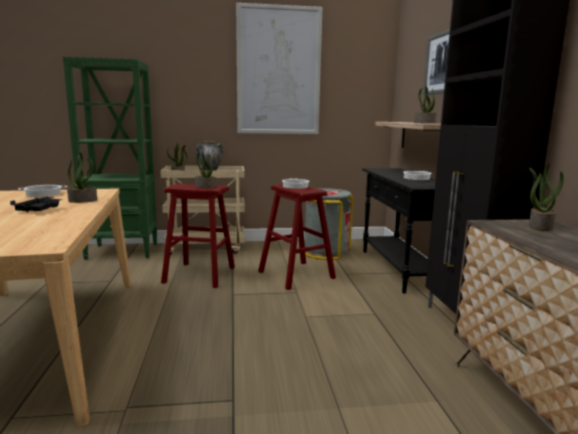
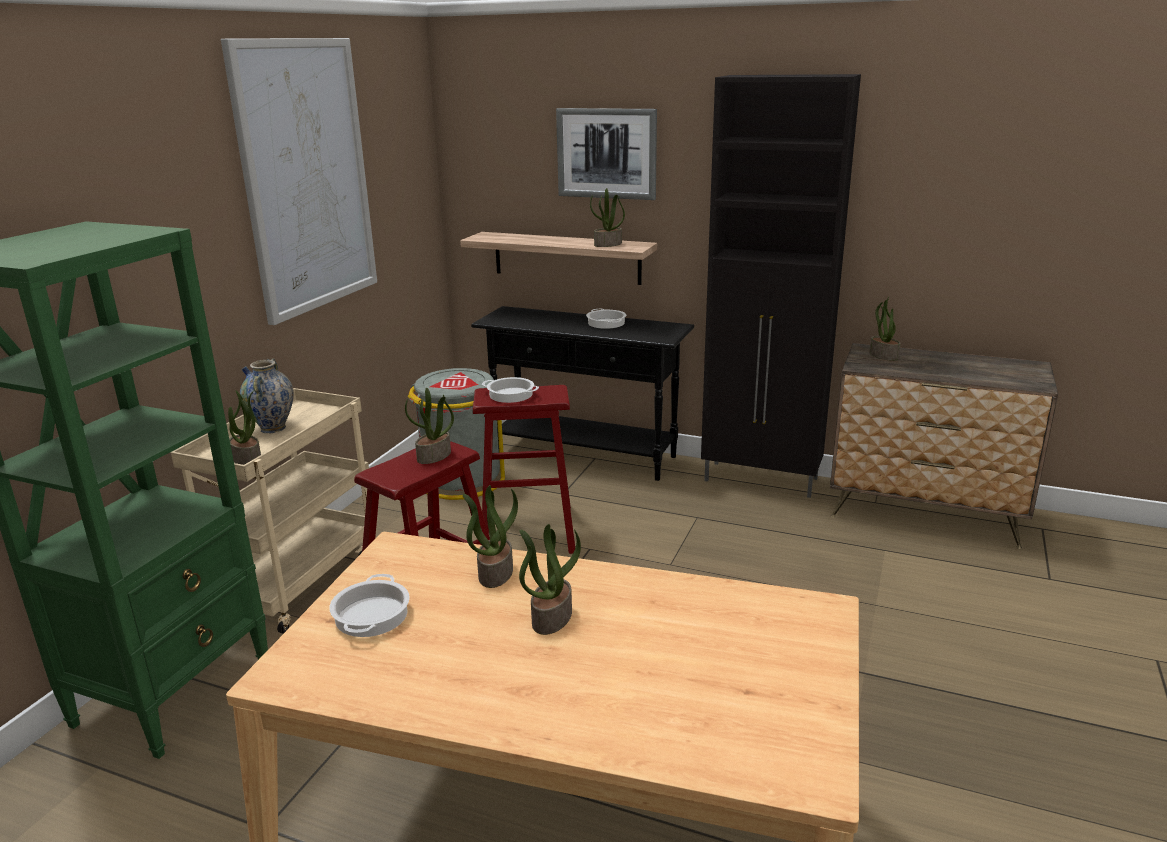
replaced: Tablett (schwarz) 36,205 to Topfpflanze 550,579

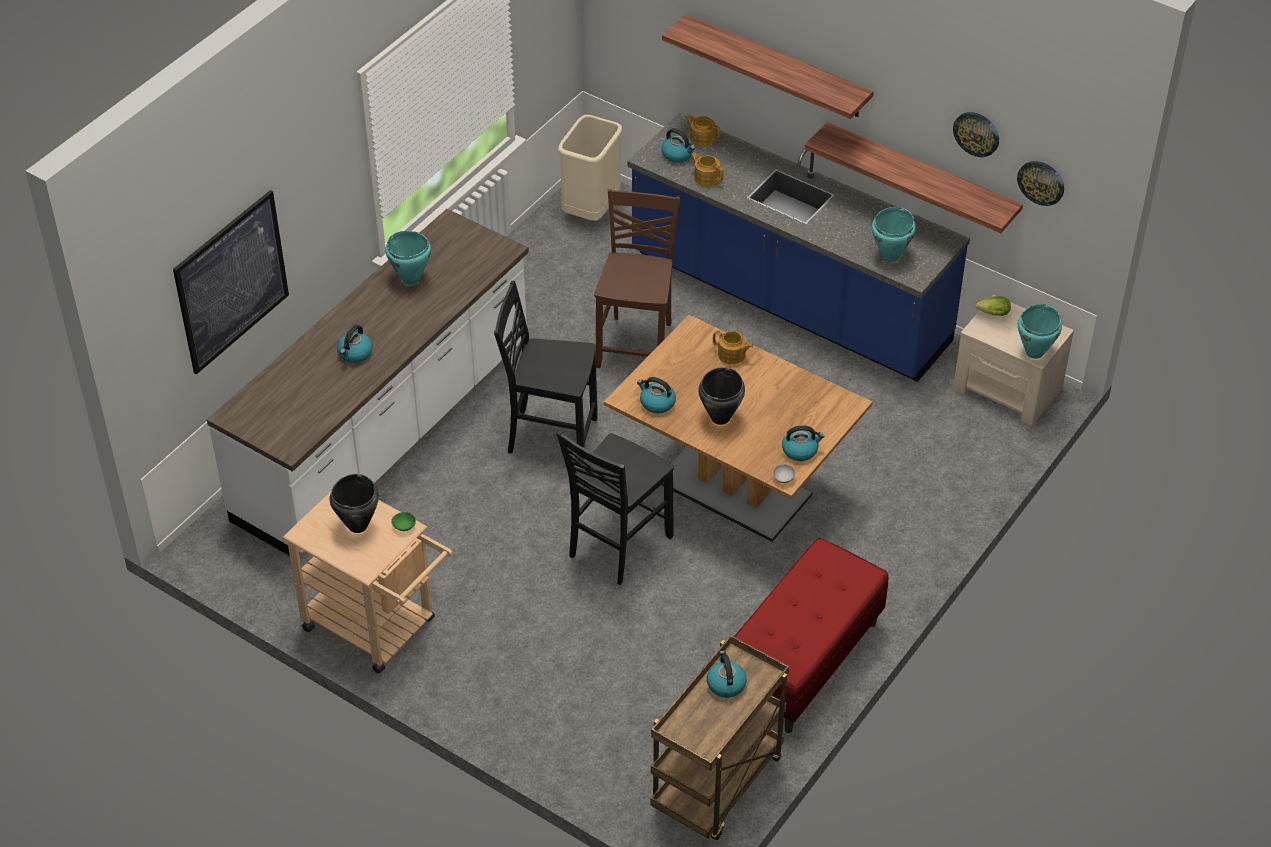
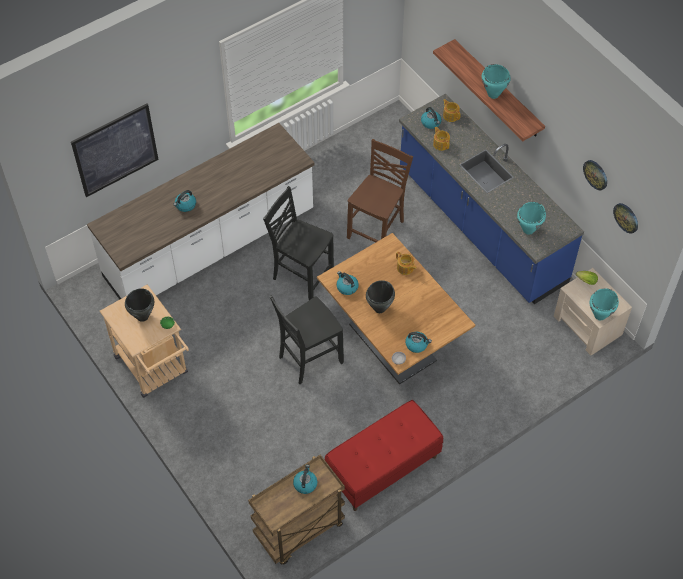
removed: Mülleimer (beige) 590,168; Wandregal 914,177
moved: Kochtopf (türkis) 408,258 to 496,81

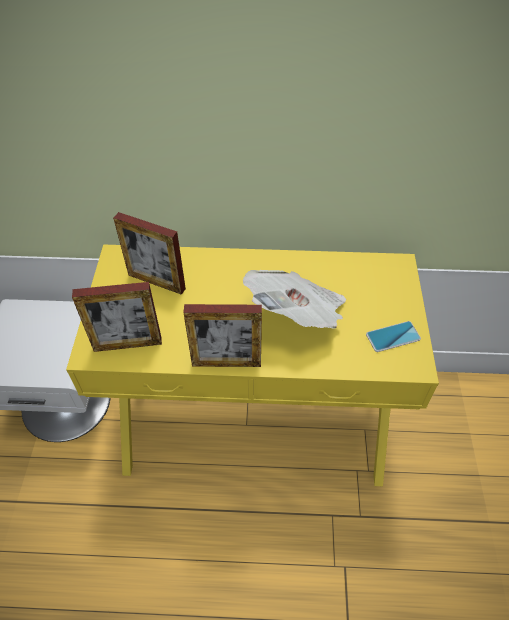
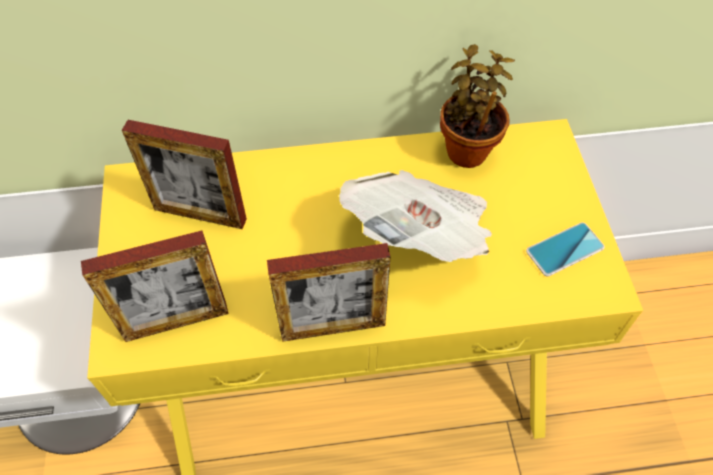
added: Topfpflanze 477,106

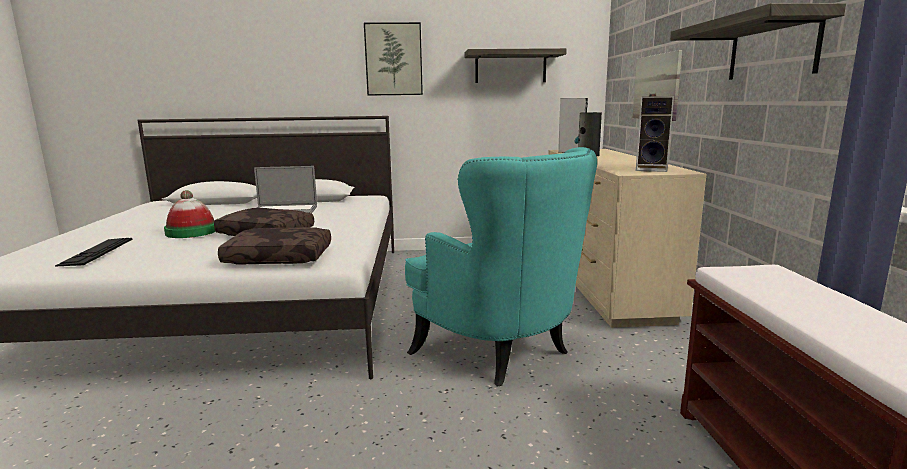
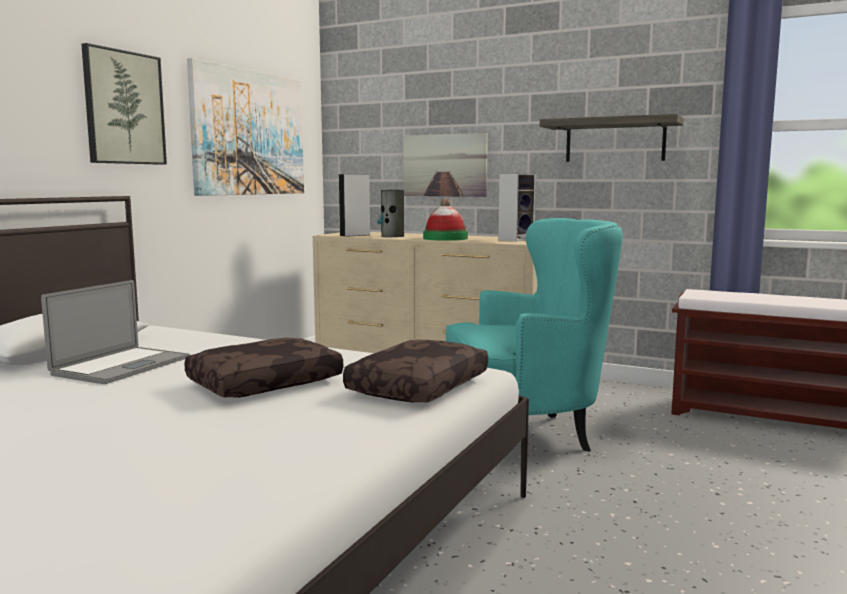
removed: Tastatur 94,252
moved: Hut 190,214 to 445,219
replaced: Wandregal 515,65 to Bild 245,127

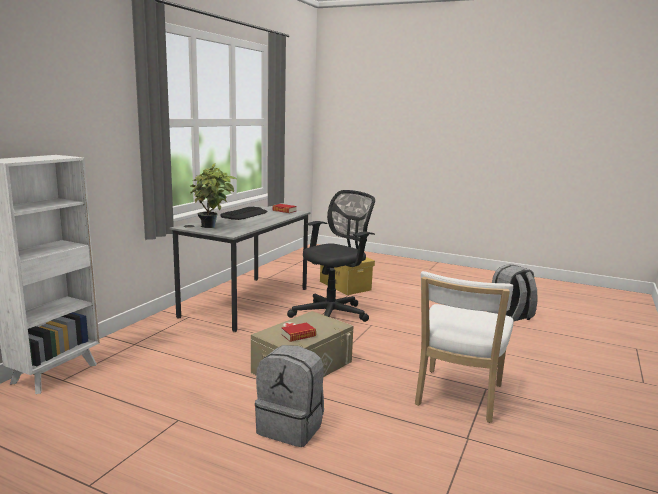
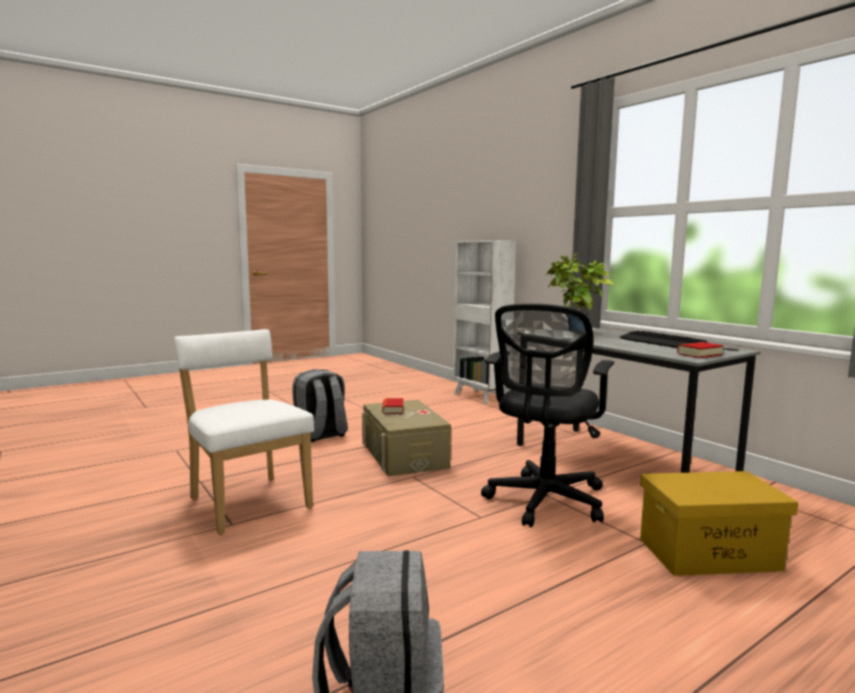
turned: Bürostuhl (schwarz) 331,256 = 547,415 45 degrees clockwise

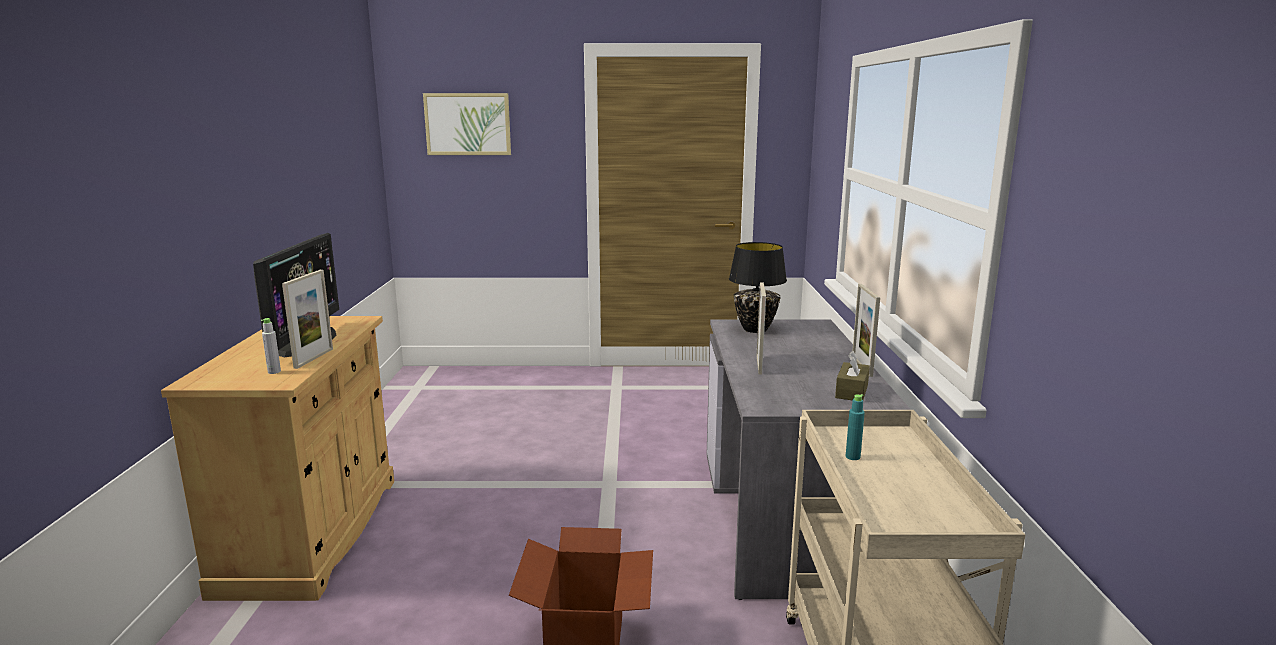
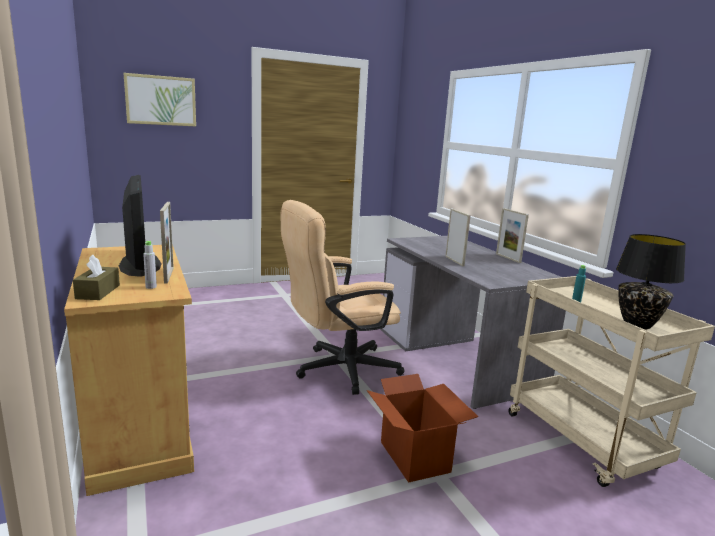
added: Bürostuhl (beige) 343,297
moved: Taschentuchbox (braun) 852,375 to 96,277; Tischlampe (schwarz) 758,287 to 651,281

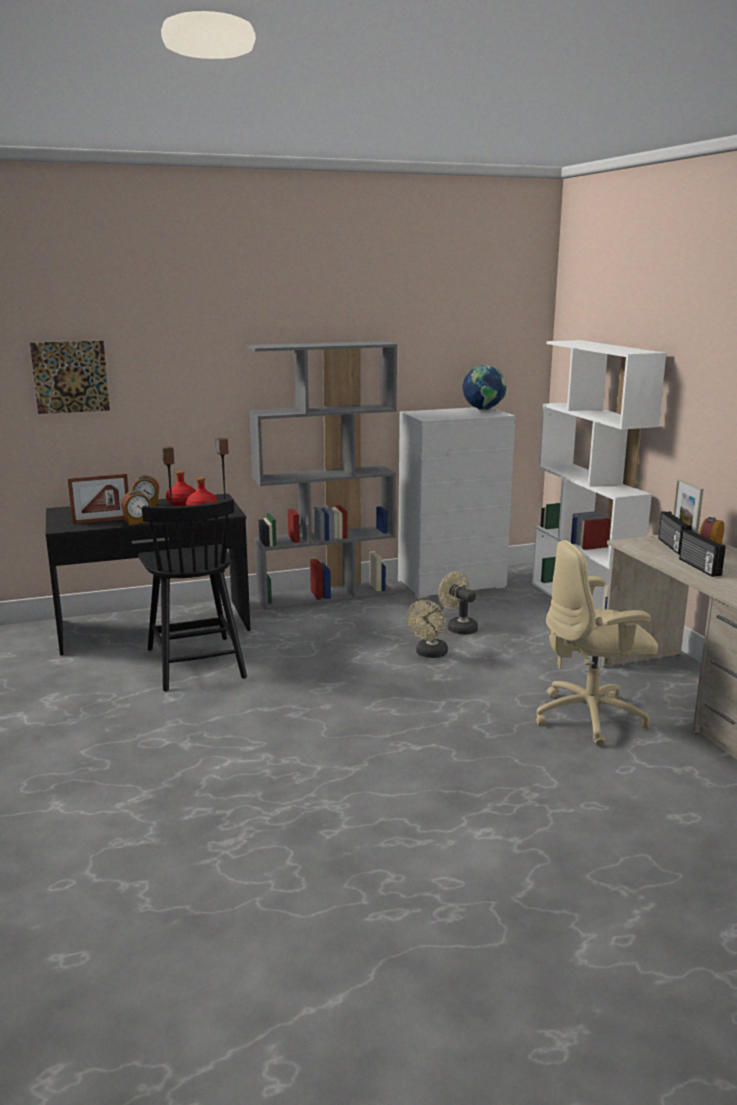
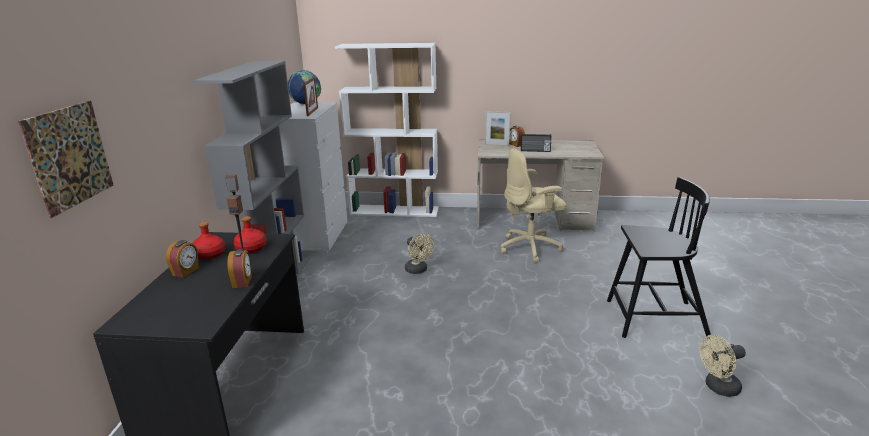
removed: Radio 675,533
moved: Bilderrahmen 98,498 to 310,96; Stuhl (schwarz) 192,594 to 659,258; Ventilator (beige) 458,603 to 723,366
turned: Bürostuhl (beige) 597,643 = 534,205 60 degrees clockwise

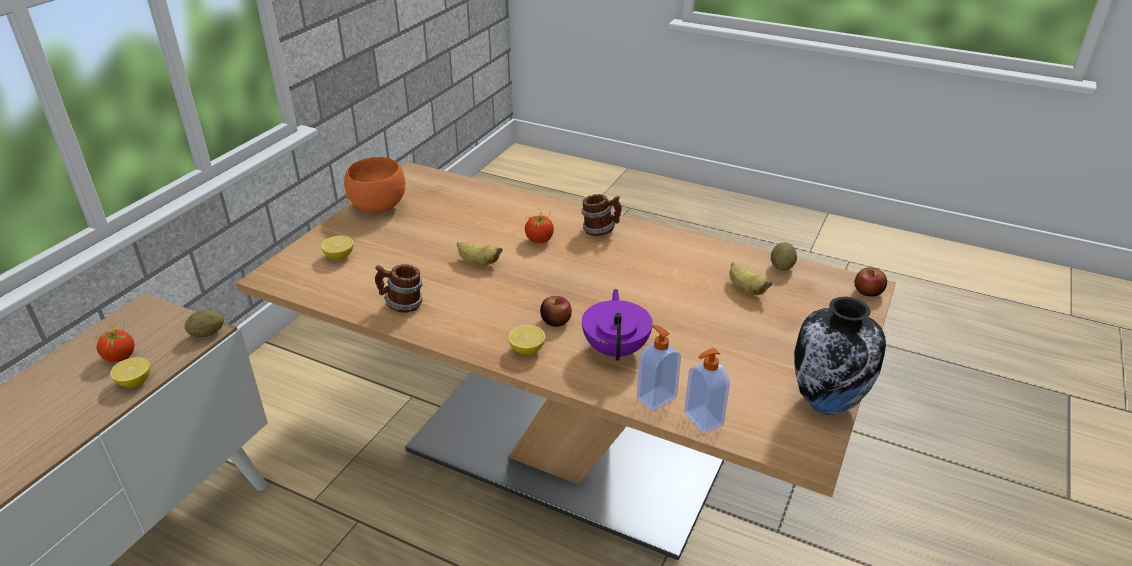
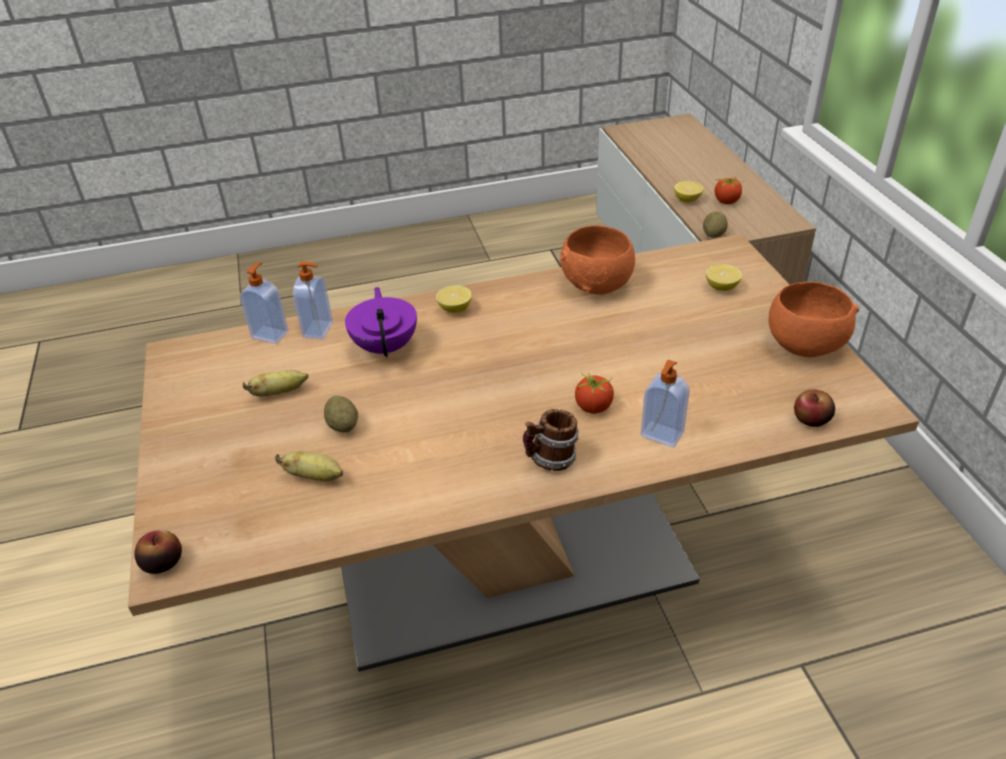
removed: Vase 840,356
added: Seifenspender 665,404
moved: Banane 479,253 to 275,383; Kartoffel 784,256 to 341,414; Apfel 556,311 to 814,408
replaced: Henkelbecher 399,288 to Schüssel (orange) 597,260
turned: Teekanne (lila) 617,325 = 381,322 150 degrees counterclockwise

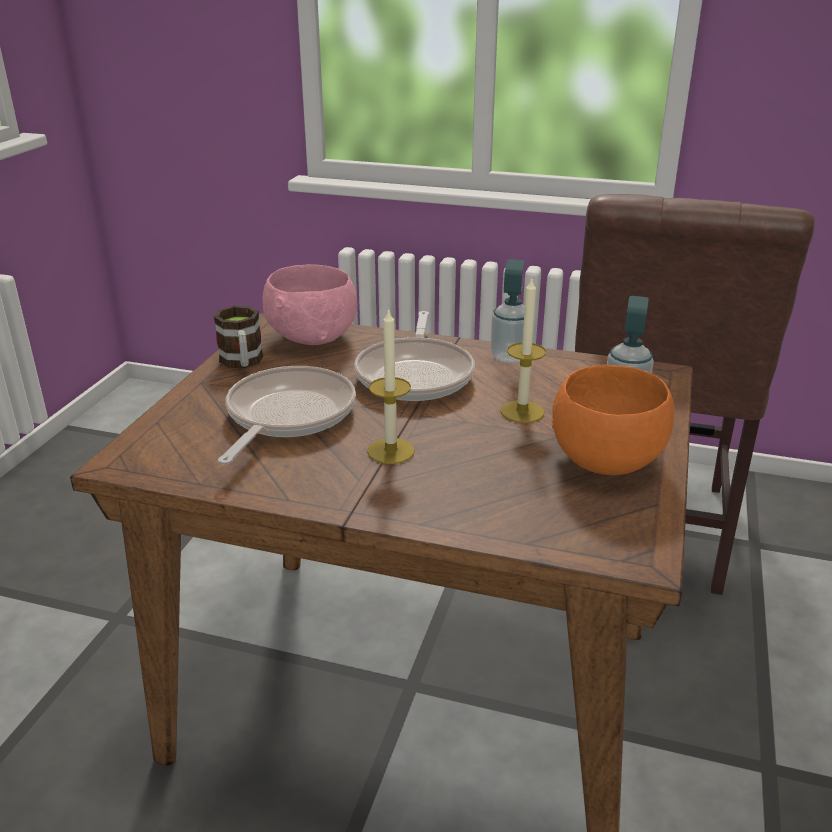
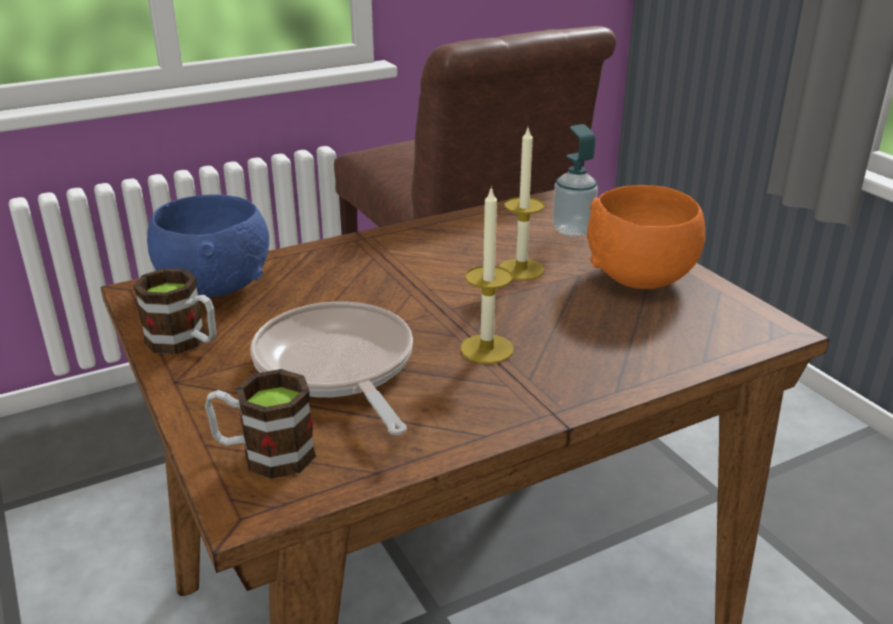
removed: Pfanne 414,356; Seifenspender 508,311
added: Henkelbecher 260,424
recoloured: Schüssel (rosa) 309,304 to Schüssel (blau) 208,245

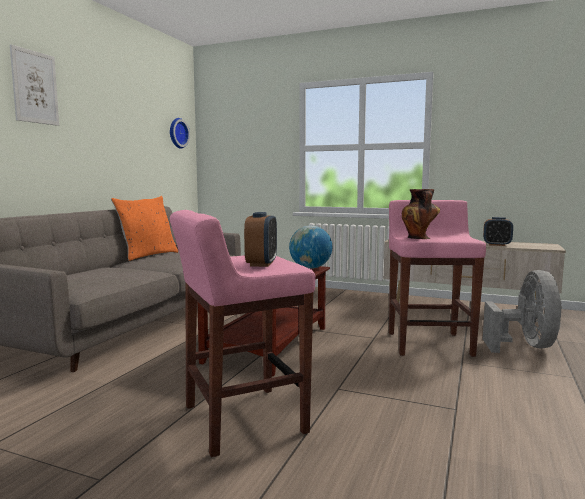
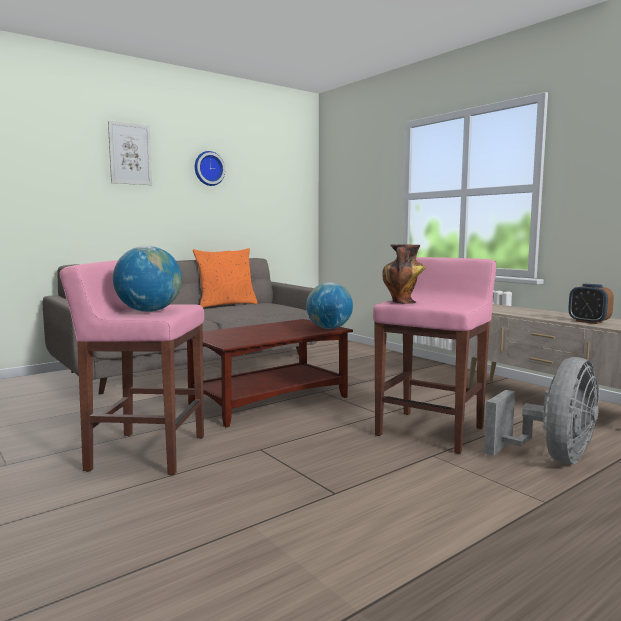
moved: Wanduhr 180,133 to 210,168
replaced: Wecker 260,239 to Globus 147,279

